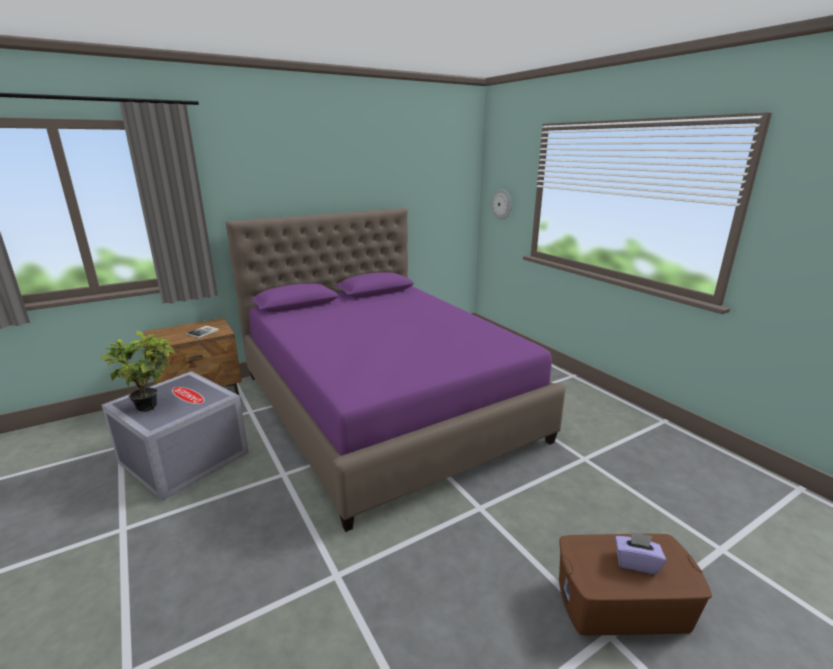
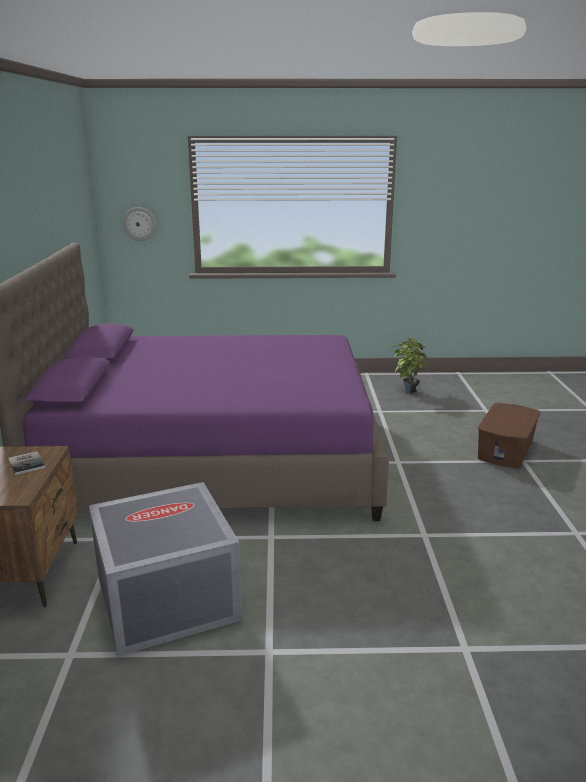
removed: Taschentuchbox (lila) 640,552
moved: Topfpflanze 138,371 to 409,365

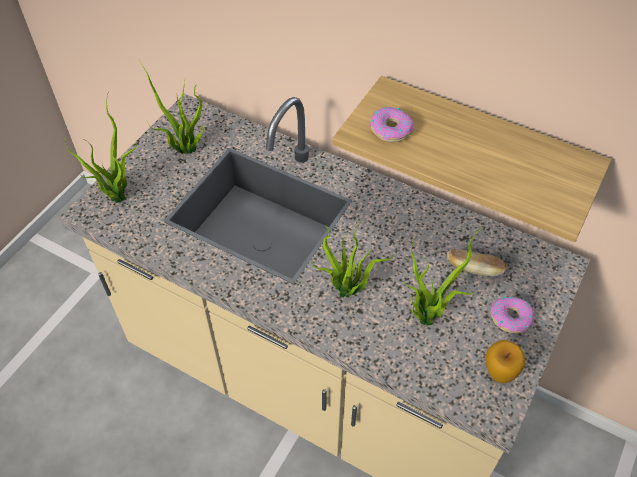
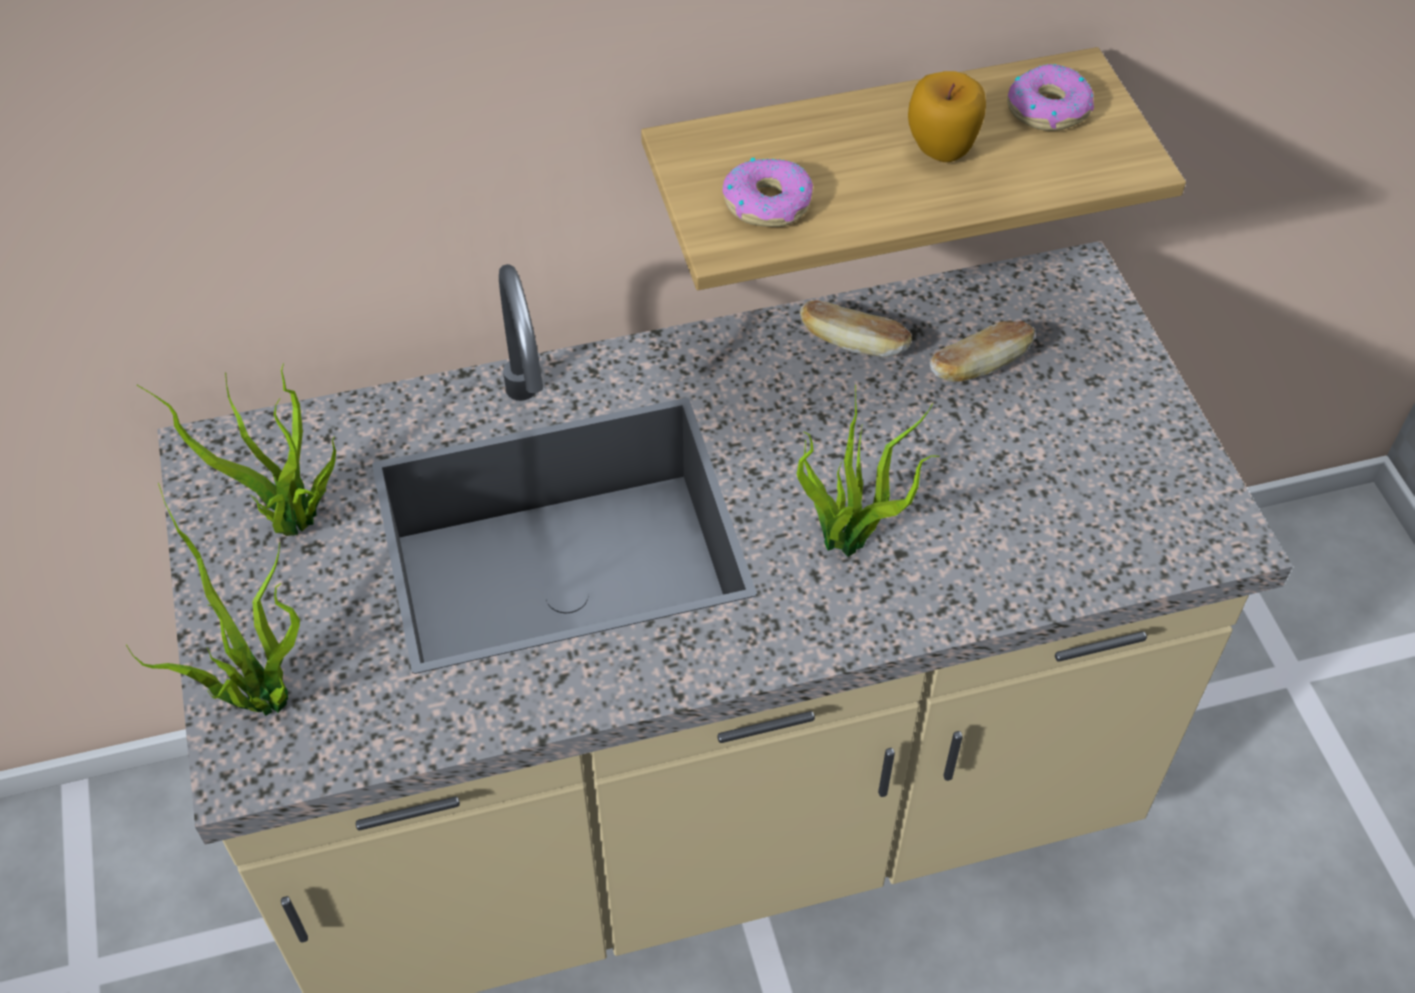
removed: Topfpflanze 442,277
added: Brot 856,328
moved: Apfel 505,361 to 947,116; Donut 512,315 to 1050,97

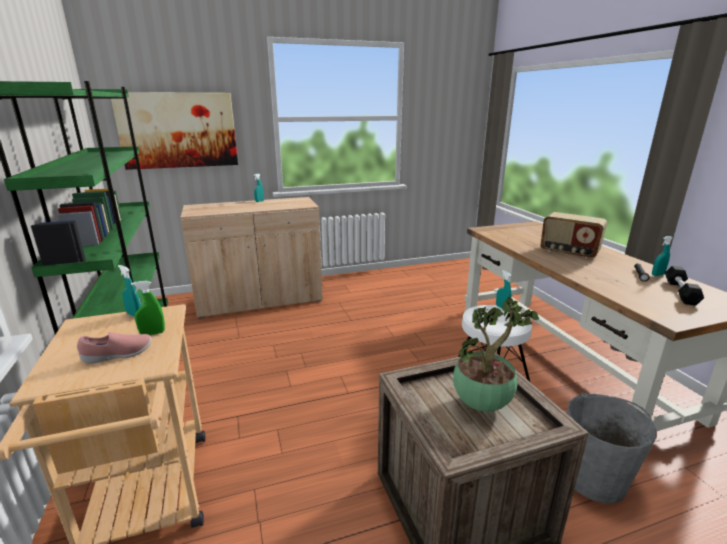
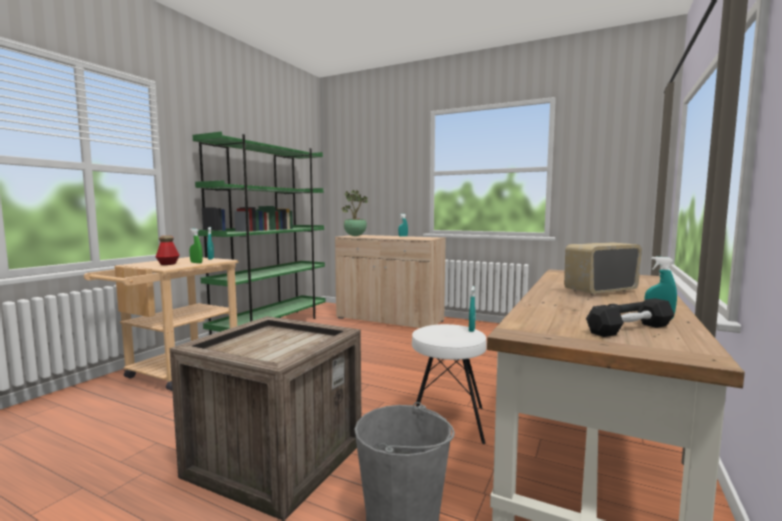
removed: Bild 174,131
moved: Topfpflanze 496,354 to 354,213
replaced: Schuh (rosa) 114,348 to Flasche 168,250
turned: Radio 573,235 = 603,269 75 degrees clockwise

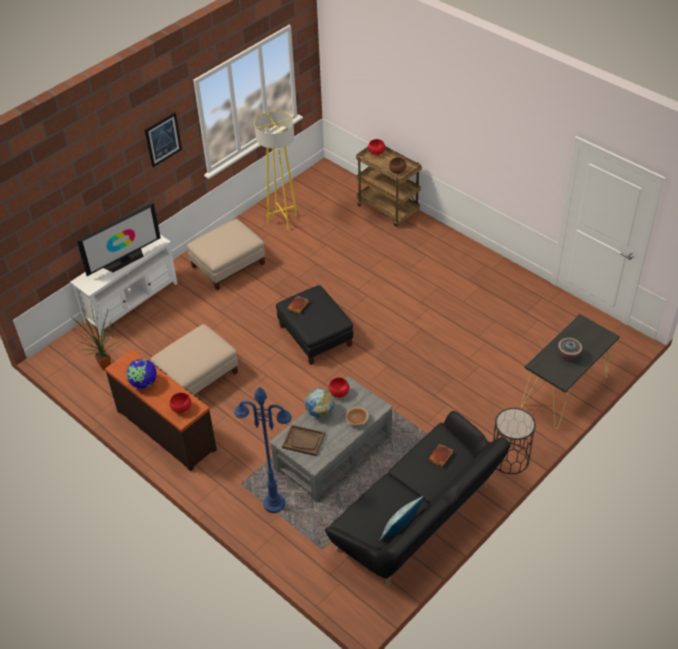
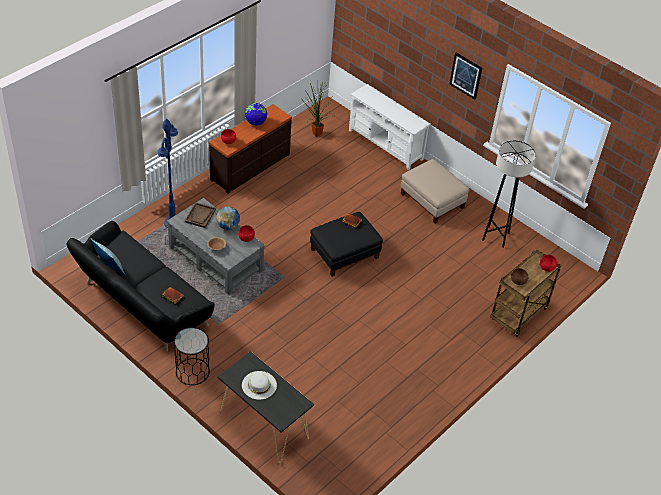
removed: Fernseher 119,239; Polsterhocker (beige) 194,359
replaced: Topfpflanze 570,349 to Hut (weiß) 259,385
recoloured: Stehlampe (gelb) 276,170 to Stehlampe (grau) 509,194

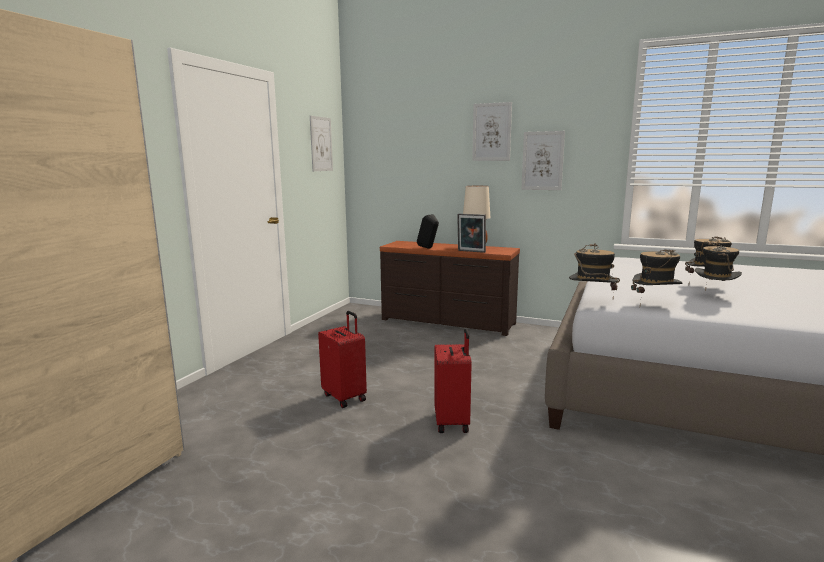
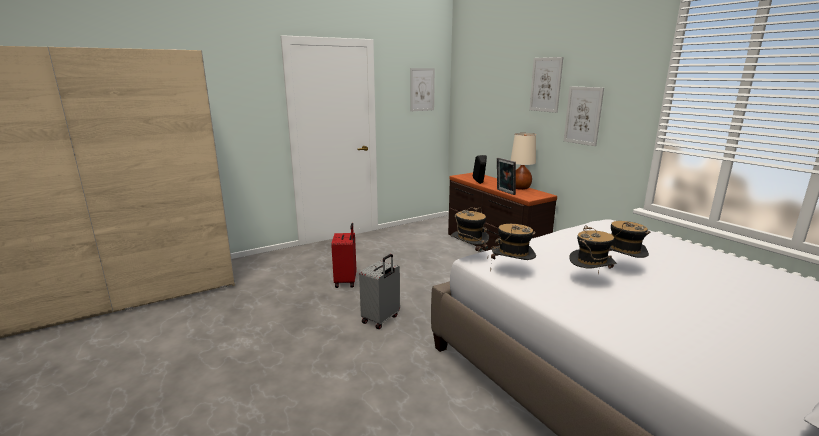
recoloured: Koffer (rot) 453,381 to Koffer (grau) 379,291

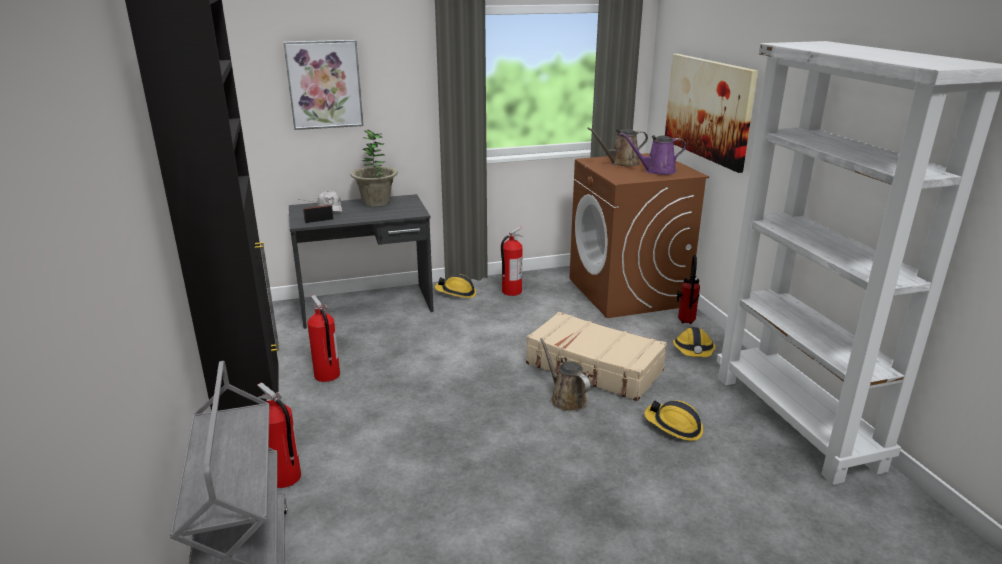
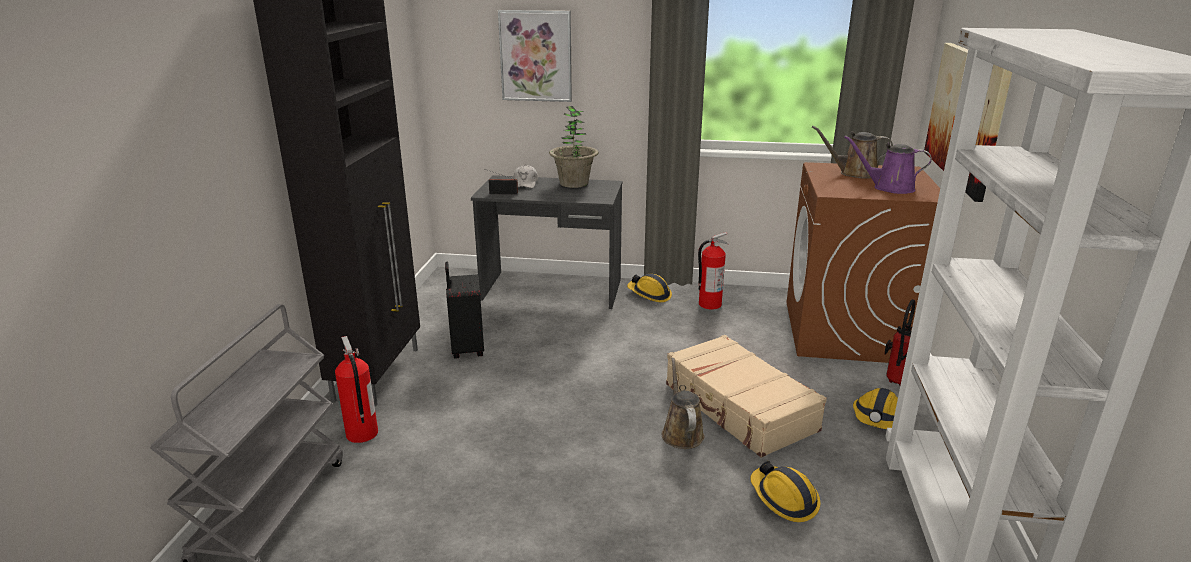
replaced: Feuerlöscher 323,338 to Koffer (schwarz) 464,310

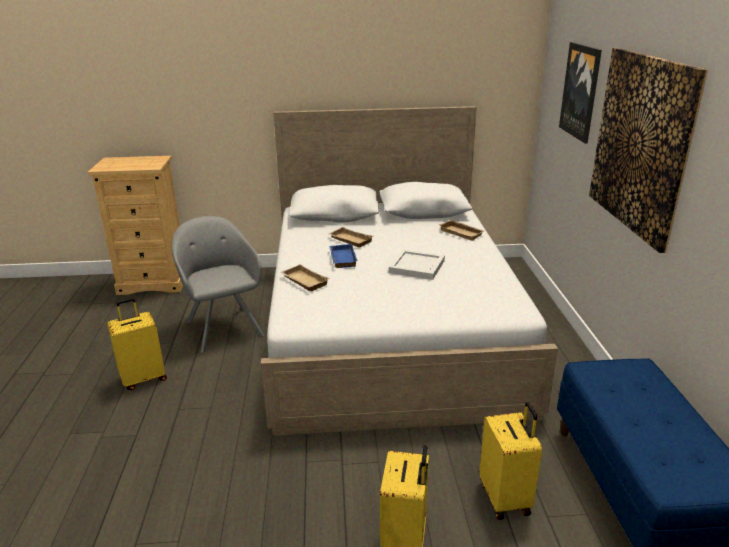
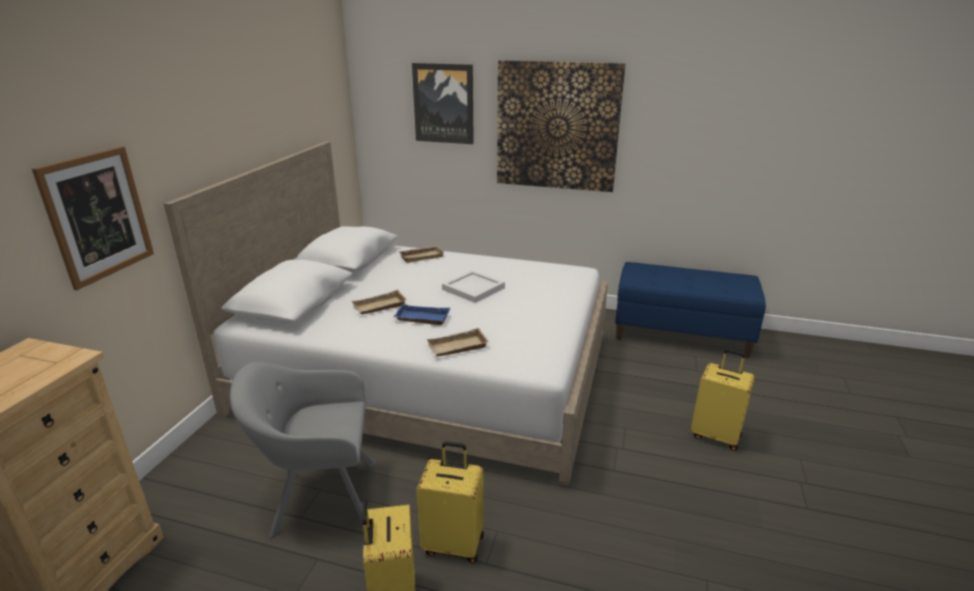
added: Bild 93,218
moved: Koffer (gelb) 510,461 to 450,502

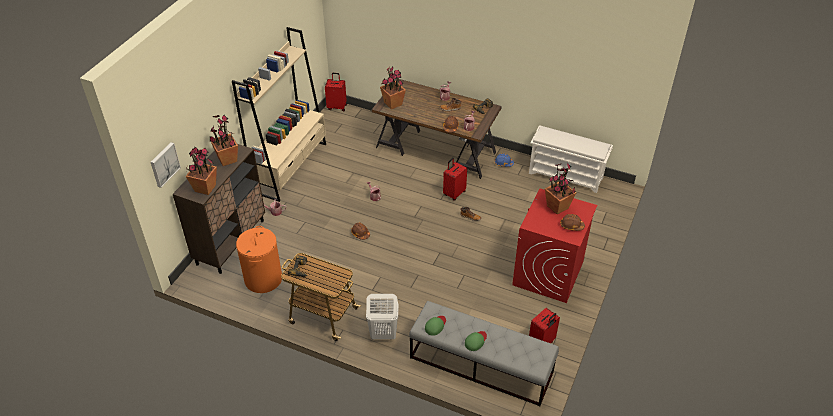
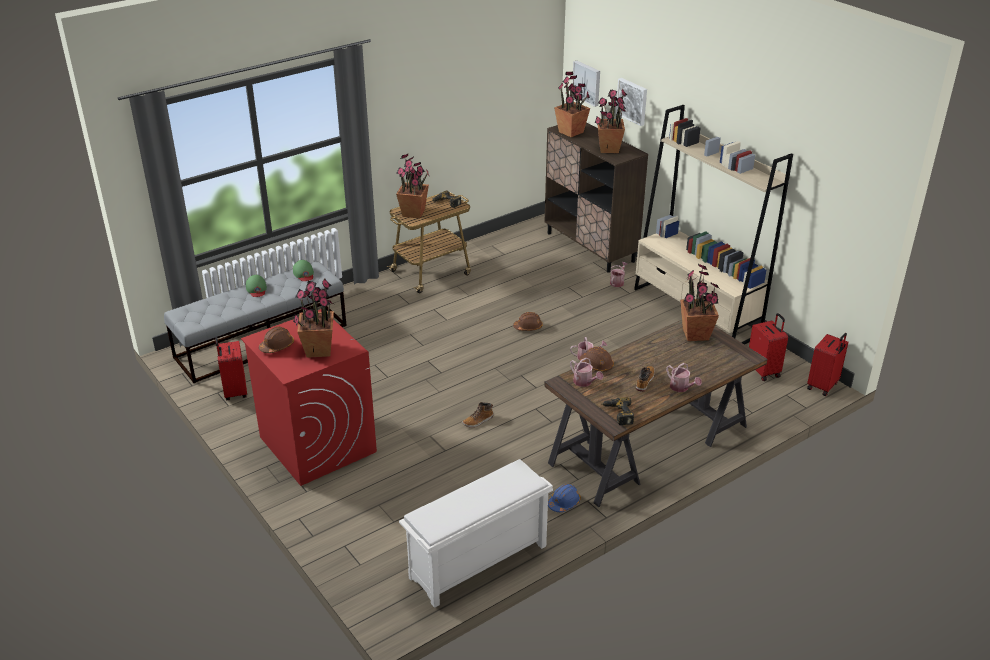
removed: Wäschekorb (orange) 259,259; Wäschekorb (weiß) 382,317
added: Topfpflanze 413,186; Bild 631,102
moved: Koffer (rot) 455,179 to 768,347

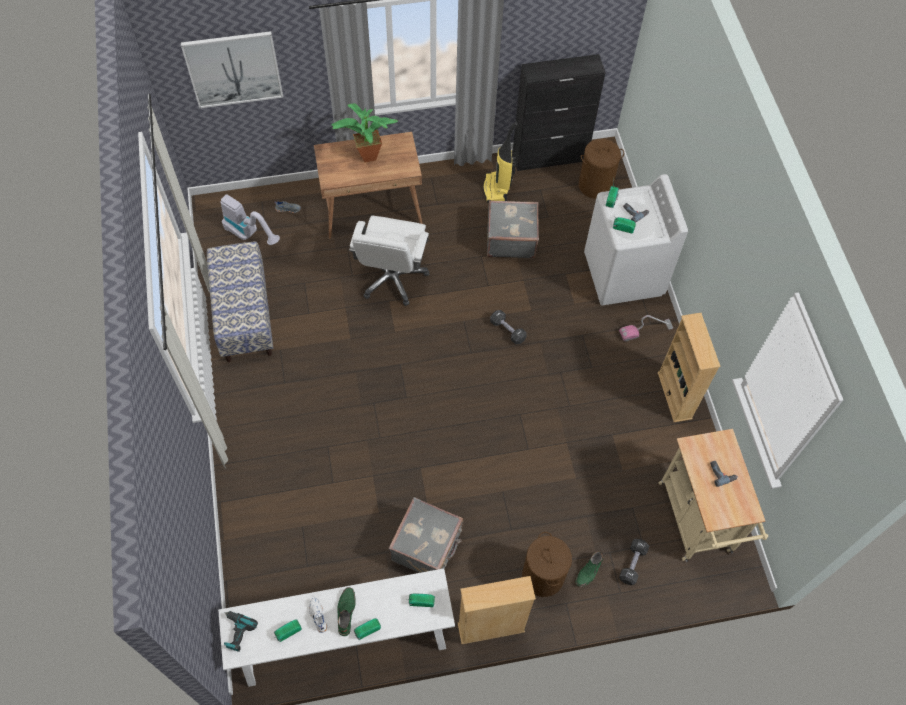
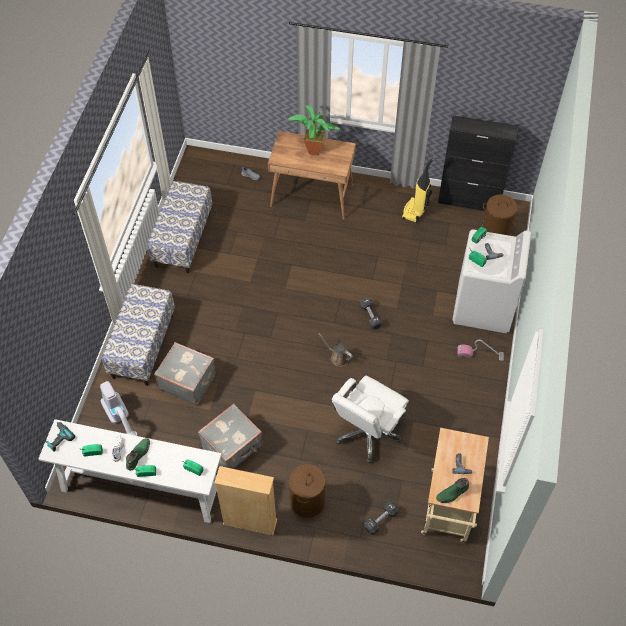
removed: Bild 232,70; Bücherregal (beige) 689,367
added: Bank 138,335; Gießkanne (braun) 335,350
moved: Staubsauger 250,219 to 118,408; Koffer (grau) 513,229 to 185,373; Bürostuhl (weiß) 389,261 to 370,419; Stiefel (grün) 589,569 to 452,490

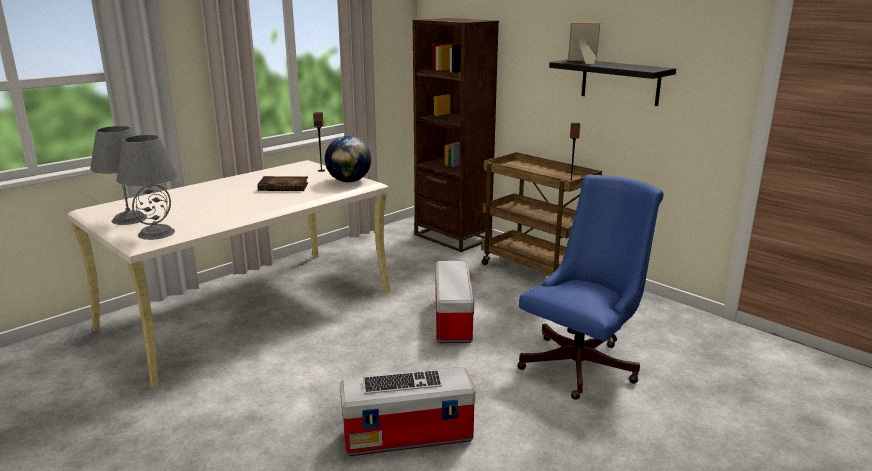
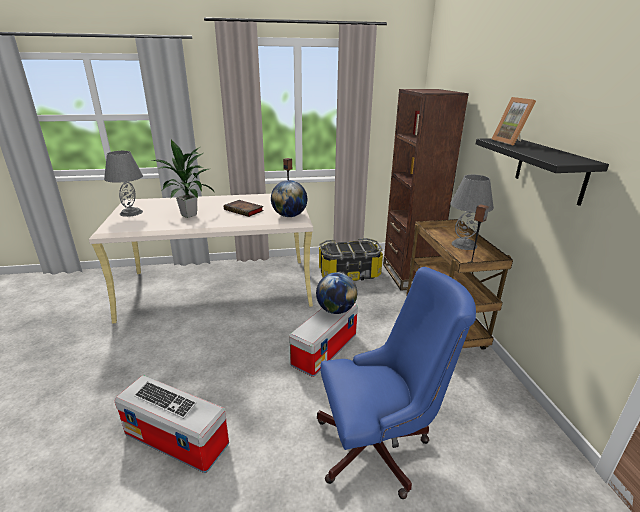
added: Topfpflanze 182,179; Globus 336,293; Aufbewahrungsbox 351,259
moved: Tischlampe (grau) 147,187 to 472,212
turned: Bilderrahmen 584,43 = 514,121 150 degrees counterclockwise

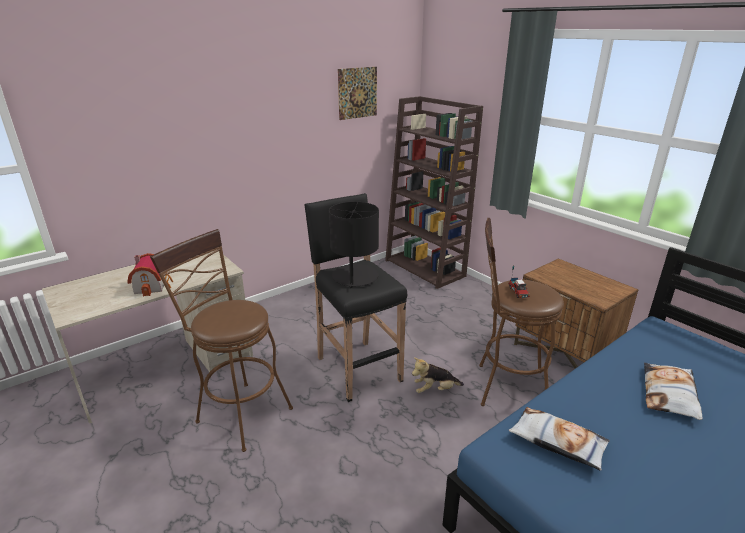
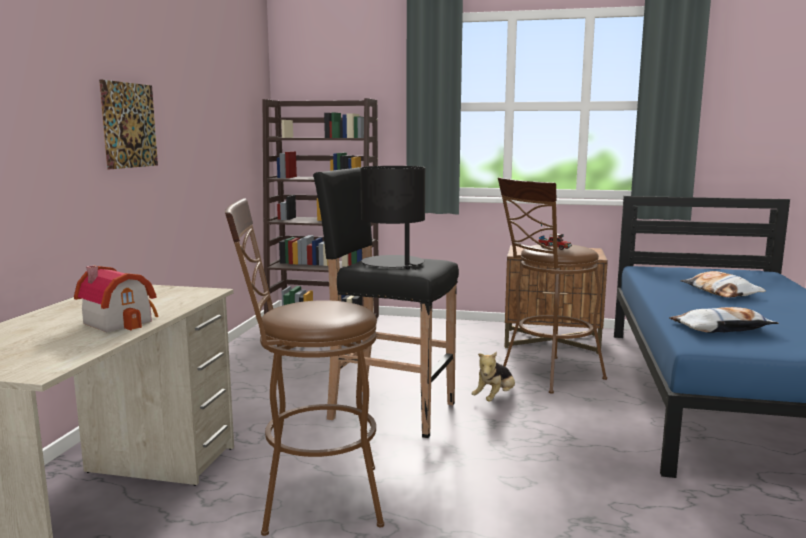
moved: Bild 357,93 to 128,124

